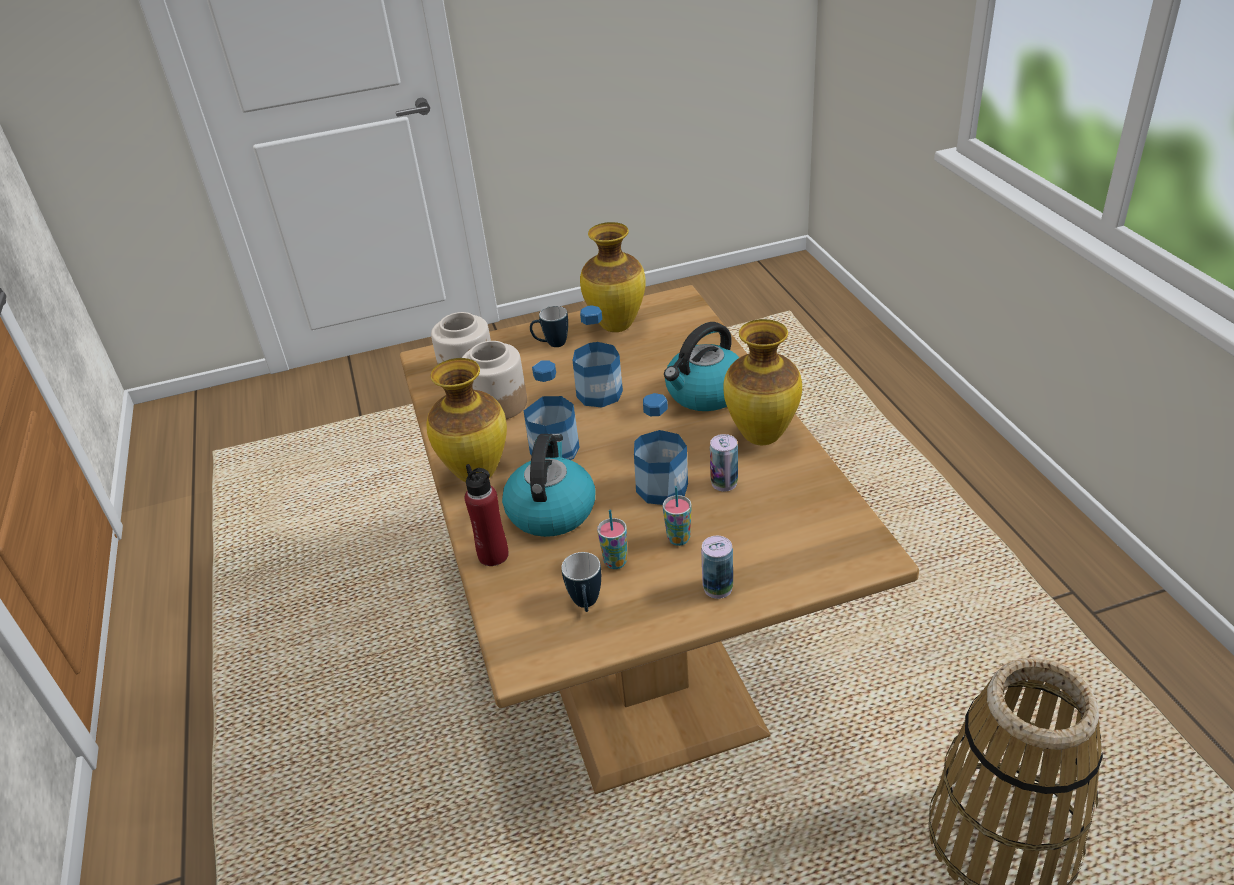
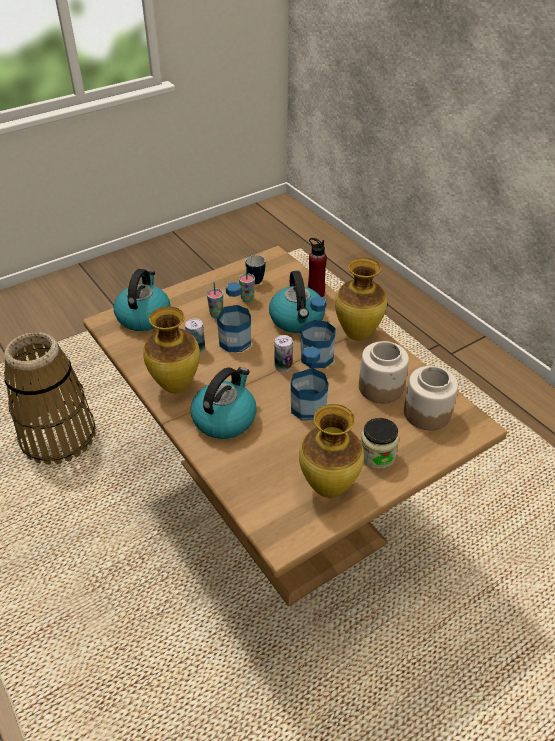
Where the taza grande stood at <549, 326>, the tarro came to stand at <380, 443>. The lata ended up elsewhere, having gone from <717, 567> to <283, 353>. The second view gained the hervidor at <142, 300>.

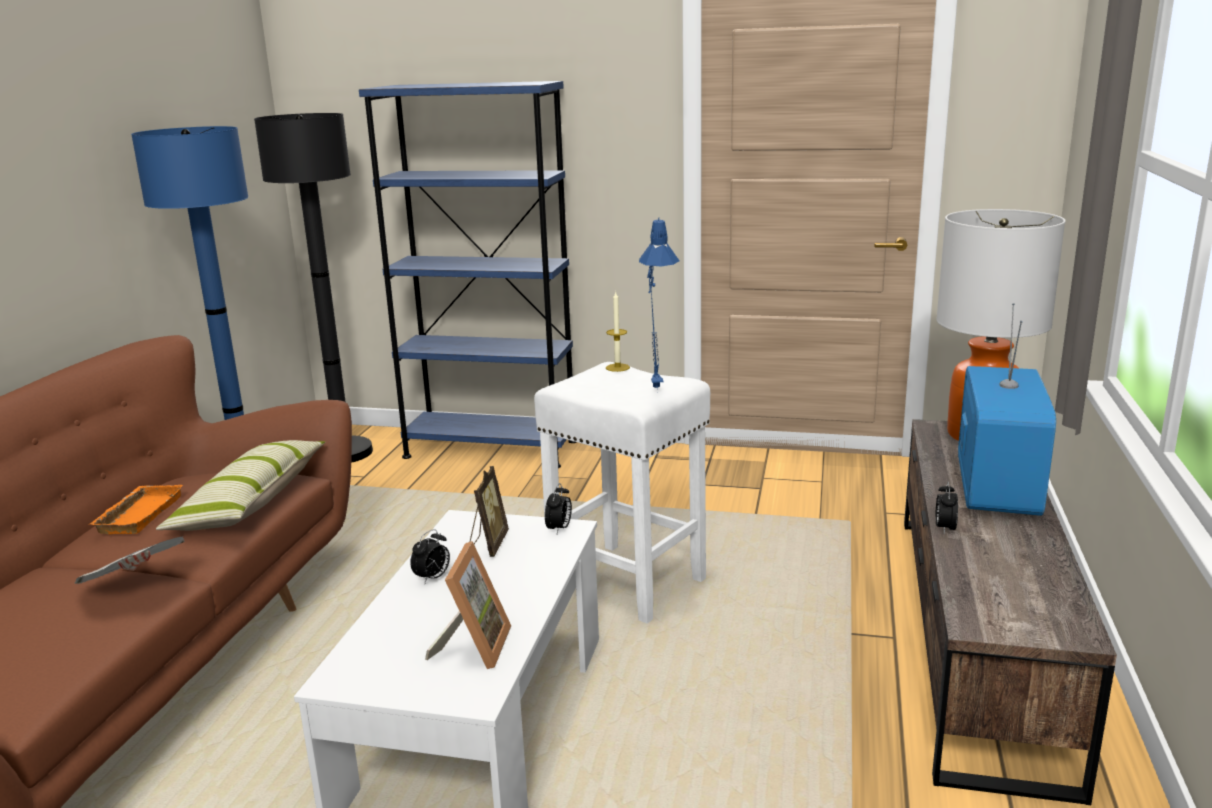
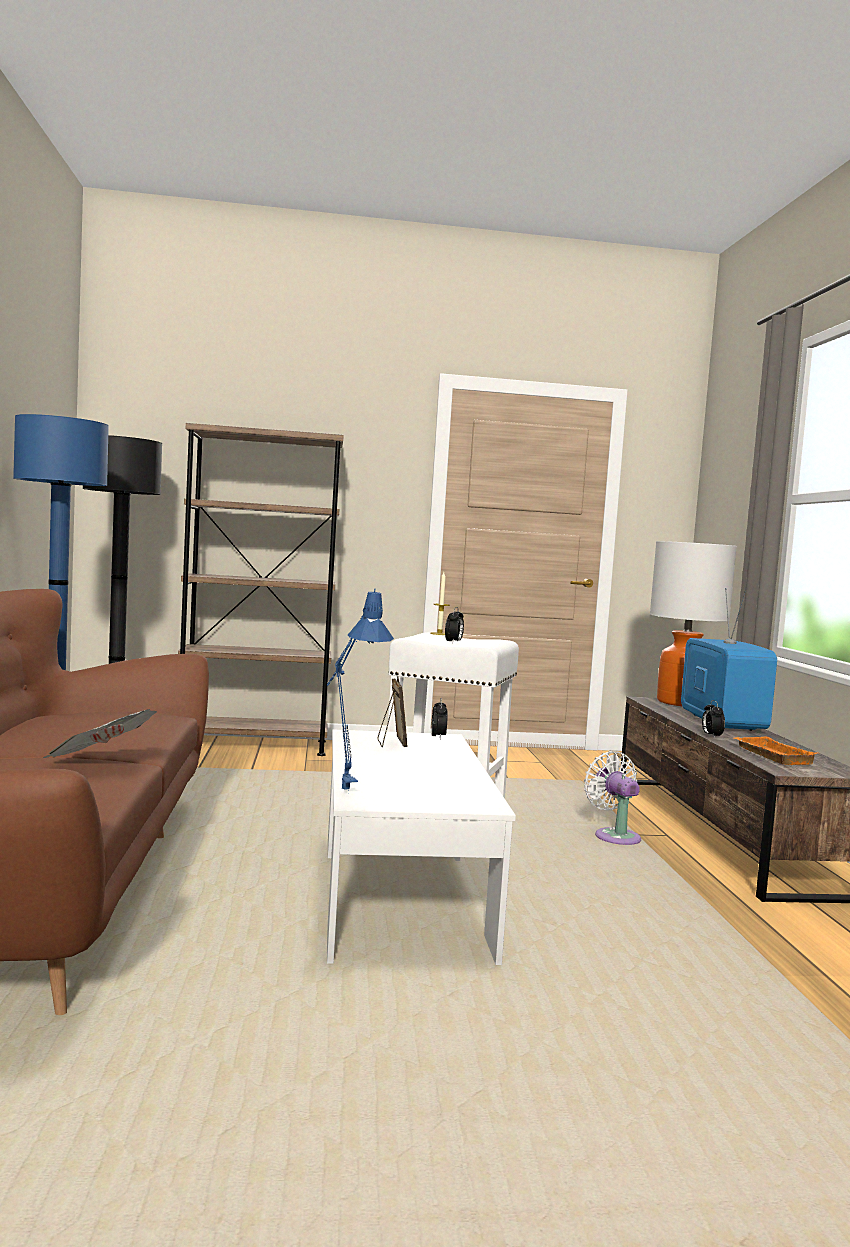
The bandeja (naranja) ended up elsewhere, having gone from <135, 509> to <775, 751>. The second view lost the cojín at <241, 485>. What was the estantería (azul) at <467, 274> turned into the estantería (marrón) at <261, 589>. The despertador ended up elsewhere, having gone from <430, 556> to <454, 625>. The second view lost the portarretratos at <468, 605>. The lámpara de mesa (azul) ended up elsewhere, having gone from <659, 302> to <360, 689>. The second view gained the ventilador (blanco) at <612, 798>.

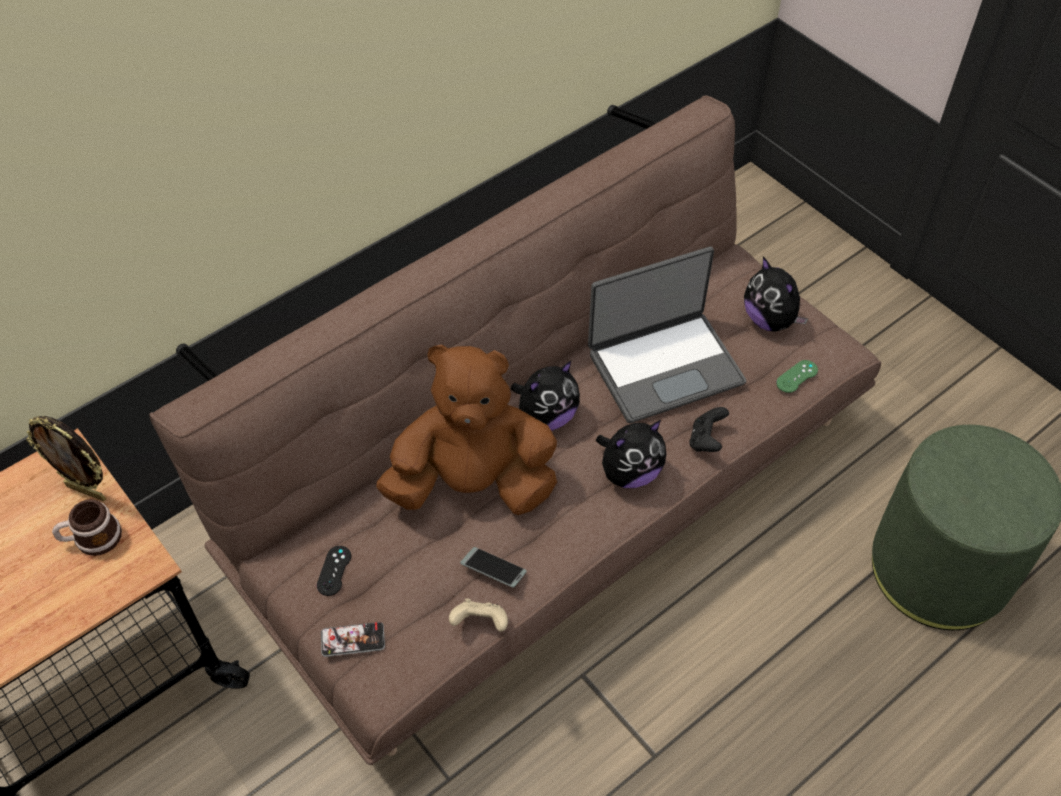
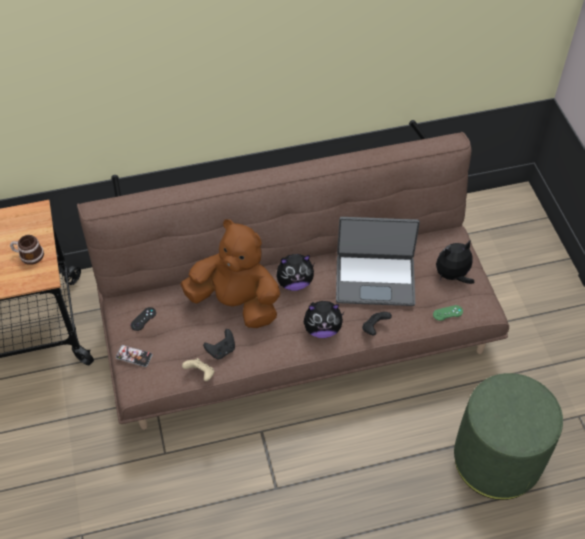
The second view lost the portarretratos at <66, 458>. Where the móvil stood at <493, 567>, the mando de consola (negro) came to stand at <219, 344>. The peluche at <776, 294> ended up facing another way, 75 degrees clockwise from before.

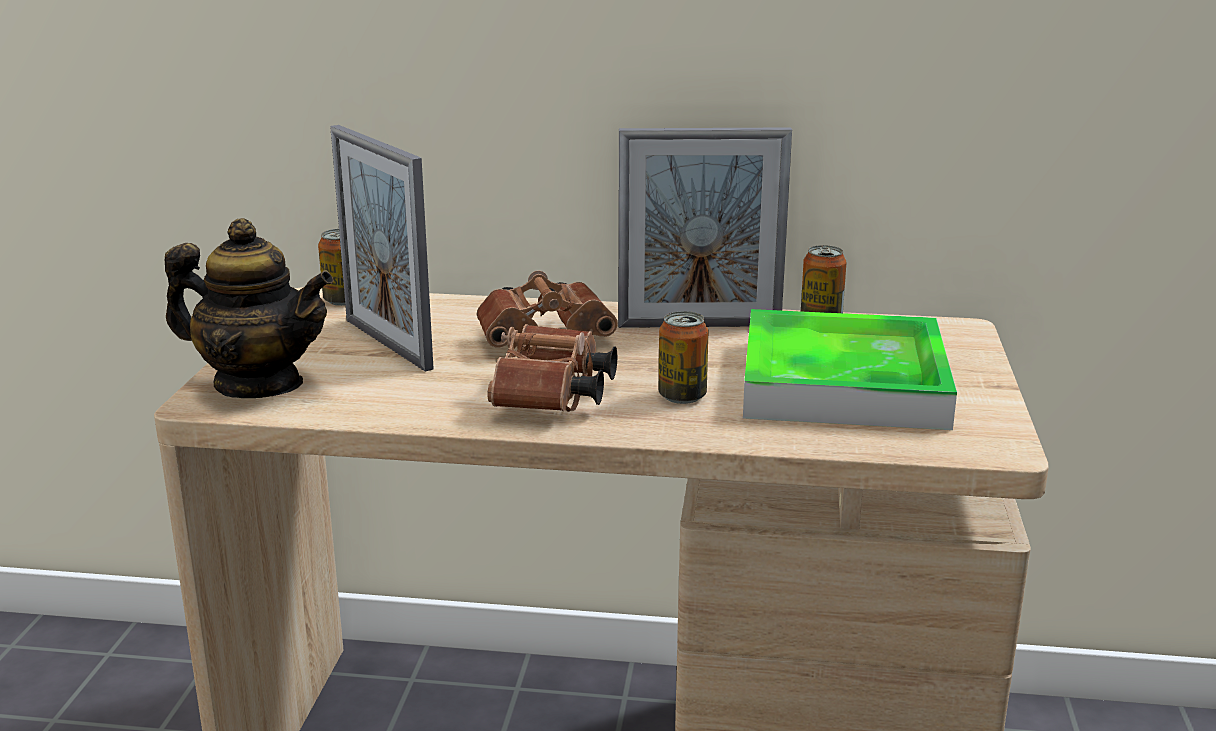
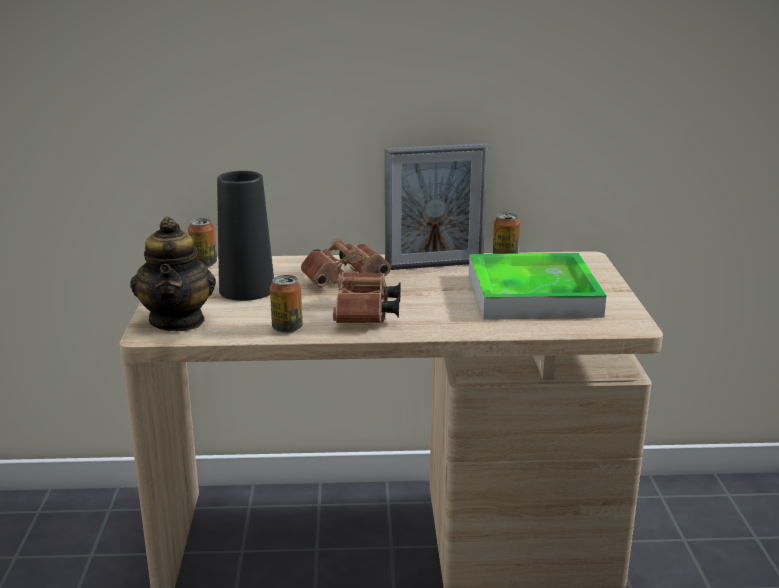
The tetera at <249, 308> ended up facing another way, 75 degrees clockwise from before. Where the portarretratos stood at <382, 248>, the florero (negro) came to stand at <245, 236>. The lata ended up elsewhere, having gone from <683, 357> to <286, 304>.

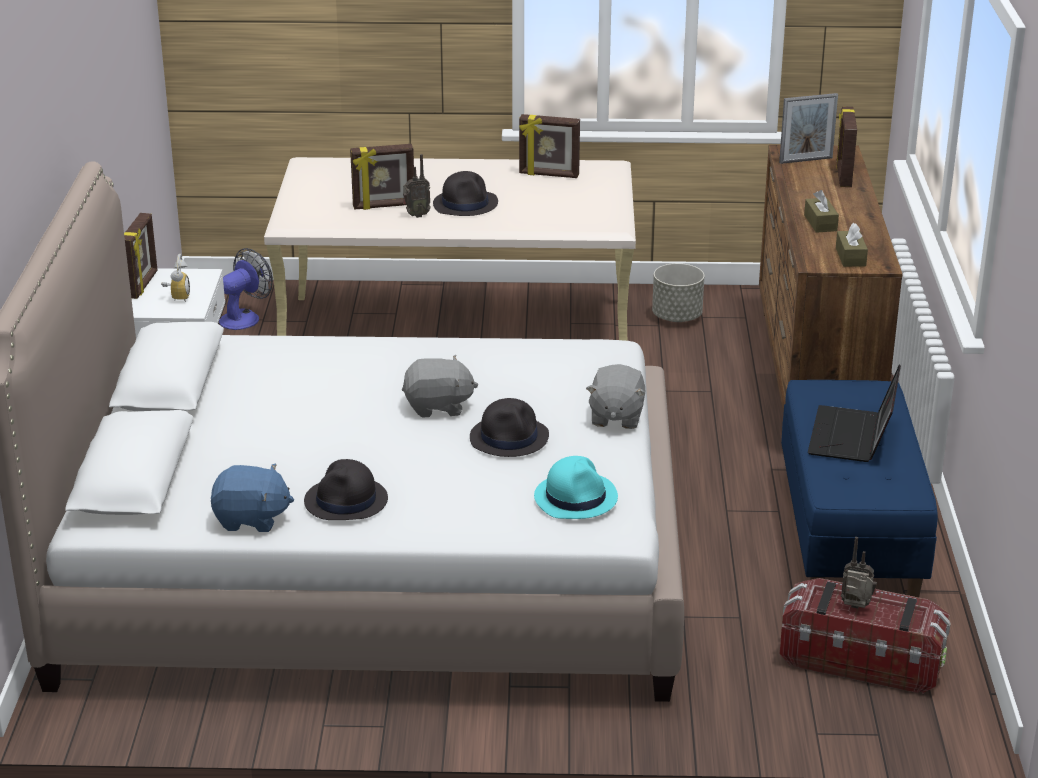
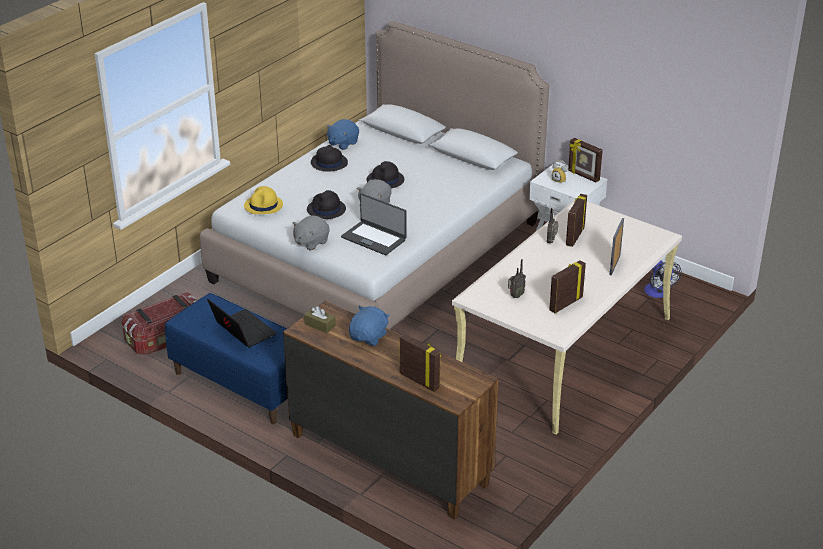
The sombrero (negro) ended up elsewhere, having gone from <465, 193> to <385, 174>. What was the sombrero (turquesa) at <576, 487> turned into the sombrero (amarillo) at <263, 200>. The peluche (gris) at <615, 396> ended up facing another way, 90 degrees counterclockwise from before. The second view lost the maceta (gris) at <678, 292>. The portarretratos ended up elsewhere, having gone from <808, 128> to <617, 247>. Where the caja de pañuelos (marrón) stood at <821, 211>, the peluche (azul) came to stand at <369, 326>. The radio ended up elsewhere, having gone from <859, 573> to <517, 278>. The second view gained the portátil at <374, 224>.

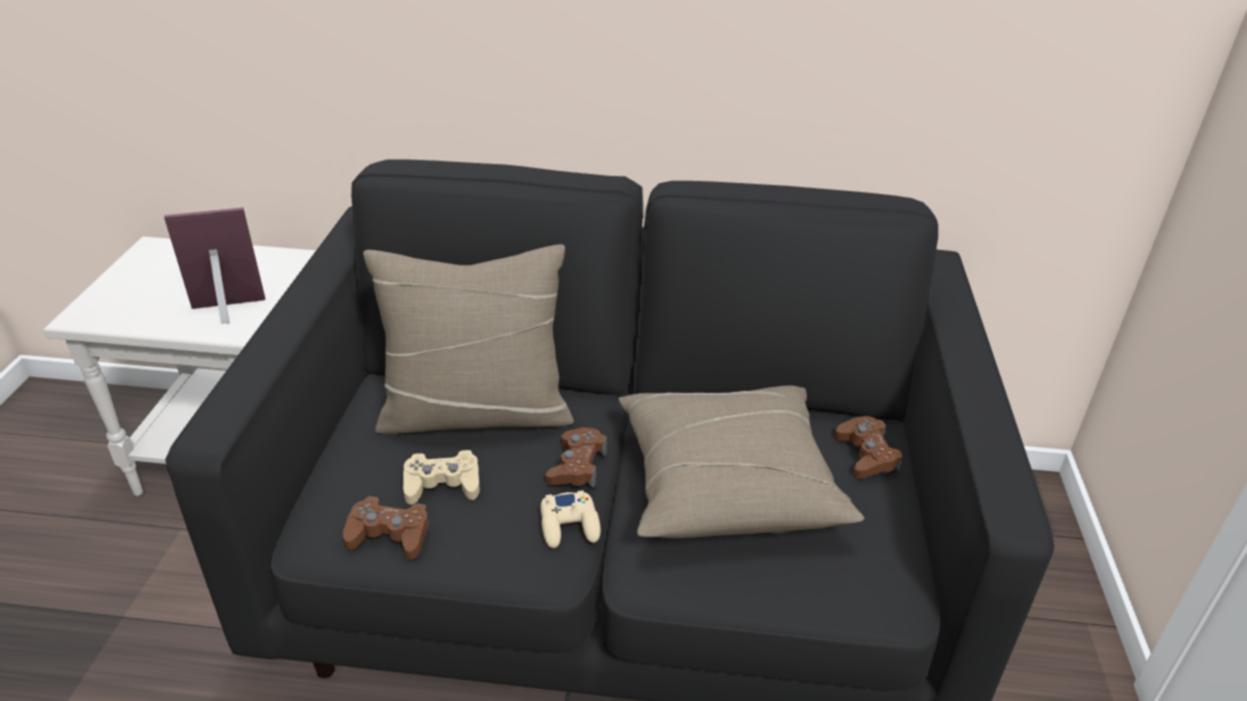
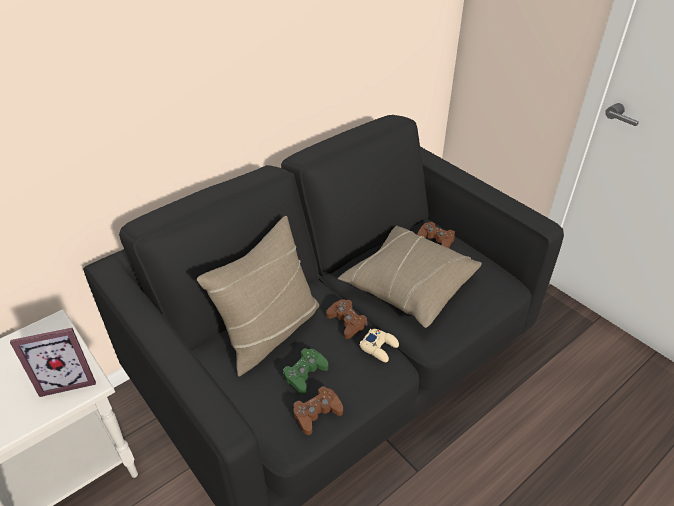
The portarretratos at <214, 266> ended up facing another way, 135 degrees counterclockwise from before. What was the mando de consola (beis) at <441, 477> turned into the mando de consola (verde) at <305, 371>.

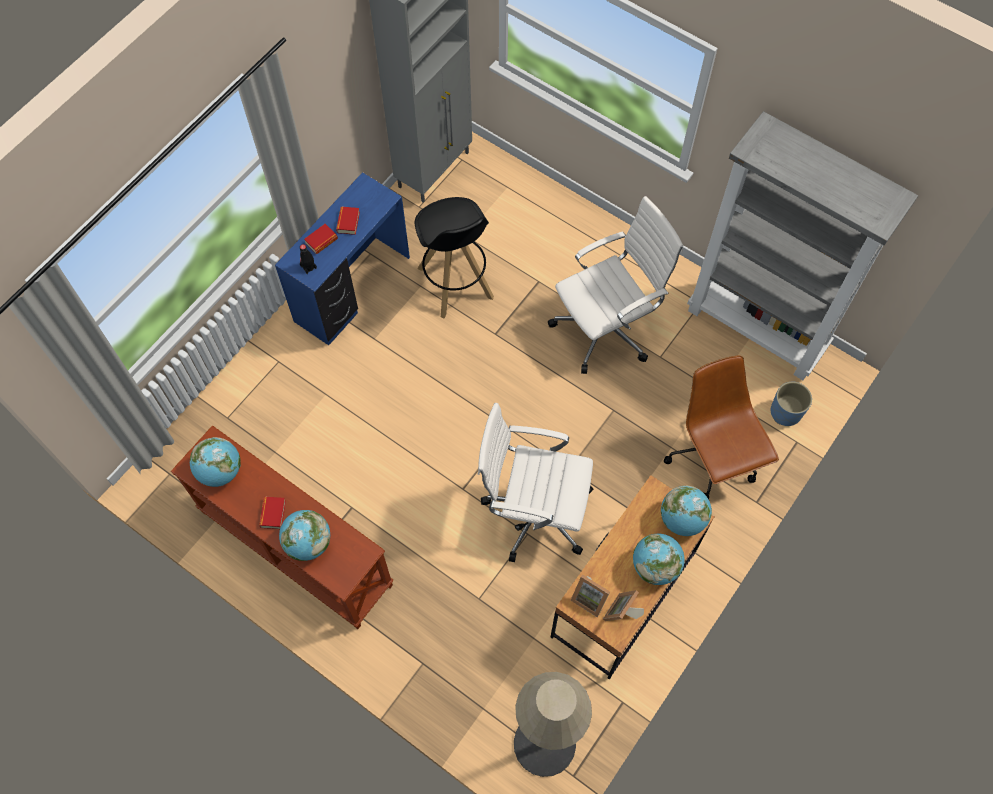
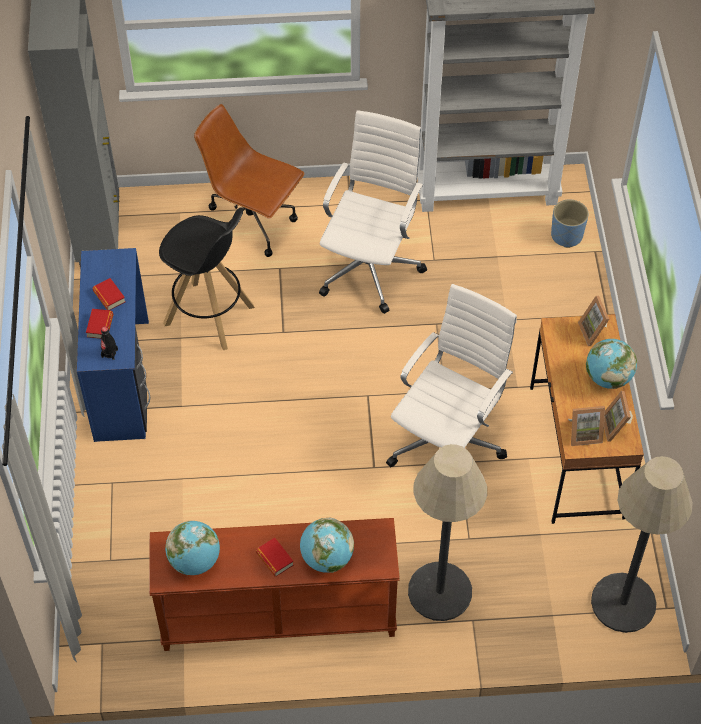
The silla de oficina (blanco) at <536, 482> ended up facing another way, 150 degrees clockwise from before. Where the globo terráqueo stood at <686, 511>, the portarretratos came to stand at <593, 321>. The silla de oficina (marrón) ended up elsewhere, having gone from <721, 427> to <249, 180>. The second view gained the lámpara de pie at <447, 532>.

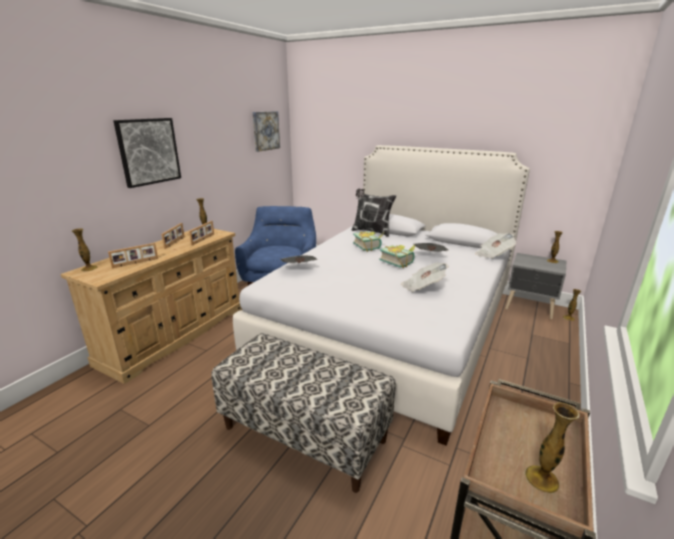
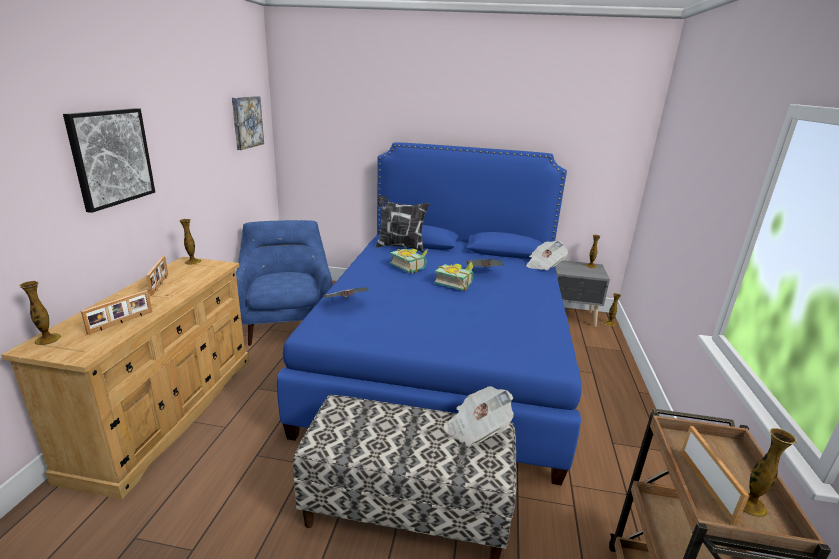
The portarretratos ended up elsewhere, having gone from <201, 233> to <715, 475>. What was the cama (blanco) at <381, 295> turned into the cama (azul) at <429, 313>. The periódico ended up elsewhere, having gone from <425, 277> to <479, 416>.

